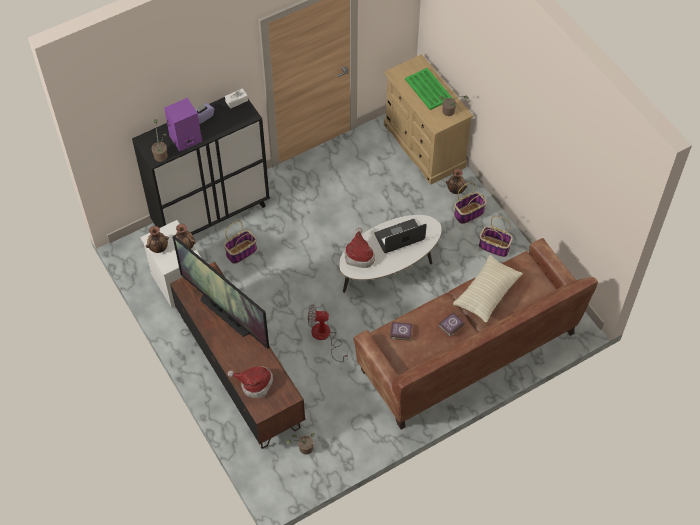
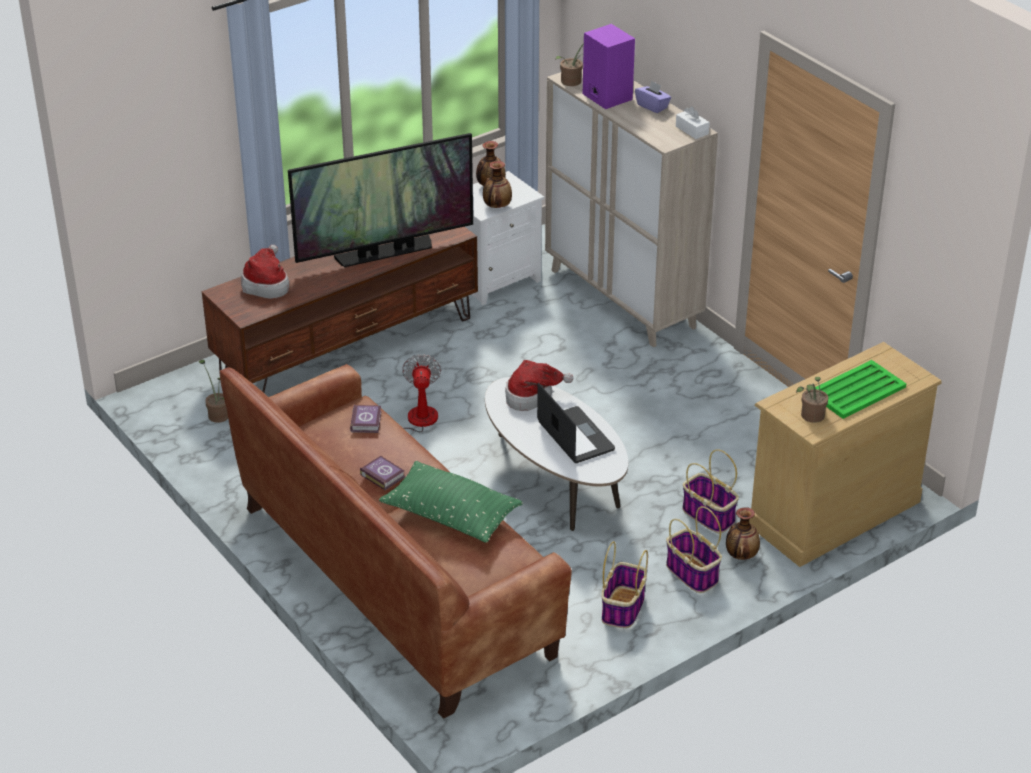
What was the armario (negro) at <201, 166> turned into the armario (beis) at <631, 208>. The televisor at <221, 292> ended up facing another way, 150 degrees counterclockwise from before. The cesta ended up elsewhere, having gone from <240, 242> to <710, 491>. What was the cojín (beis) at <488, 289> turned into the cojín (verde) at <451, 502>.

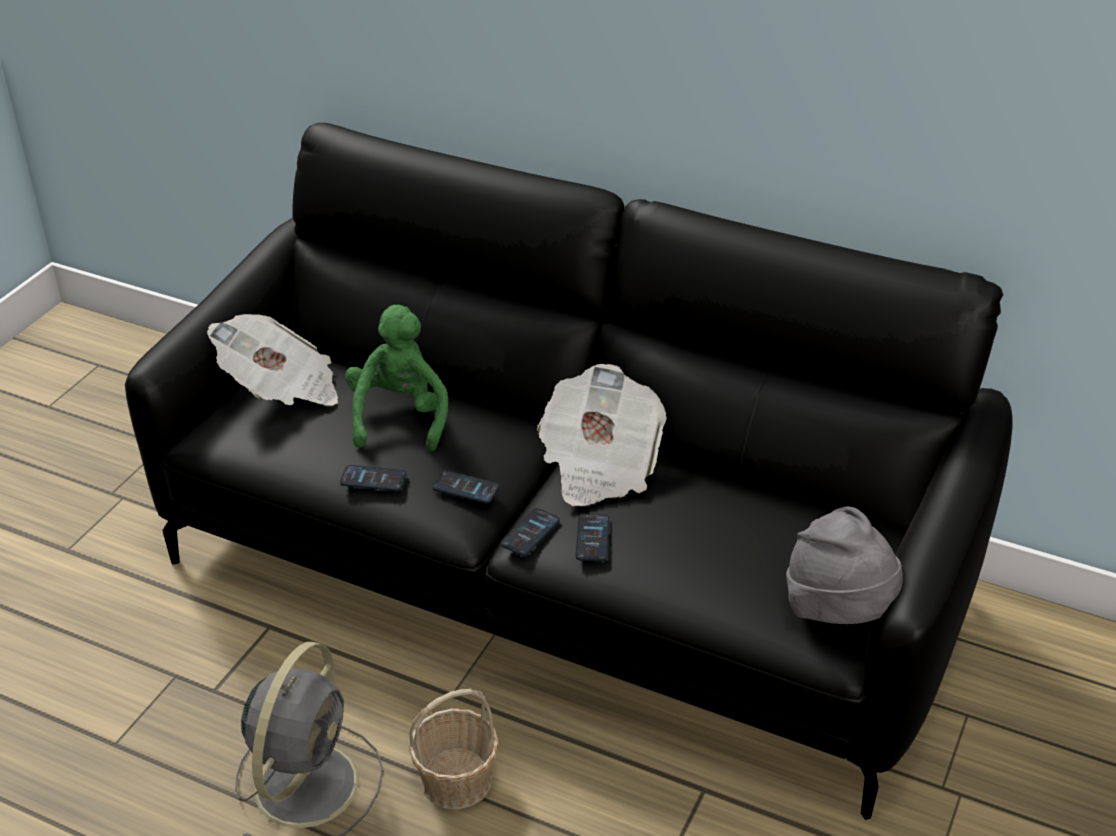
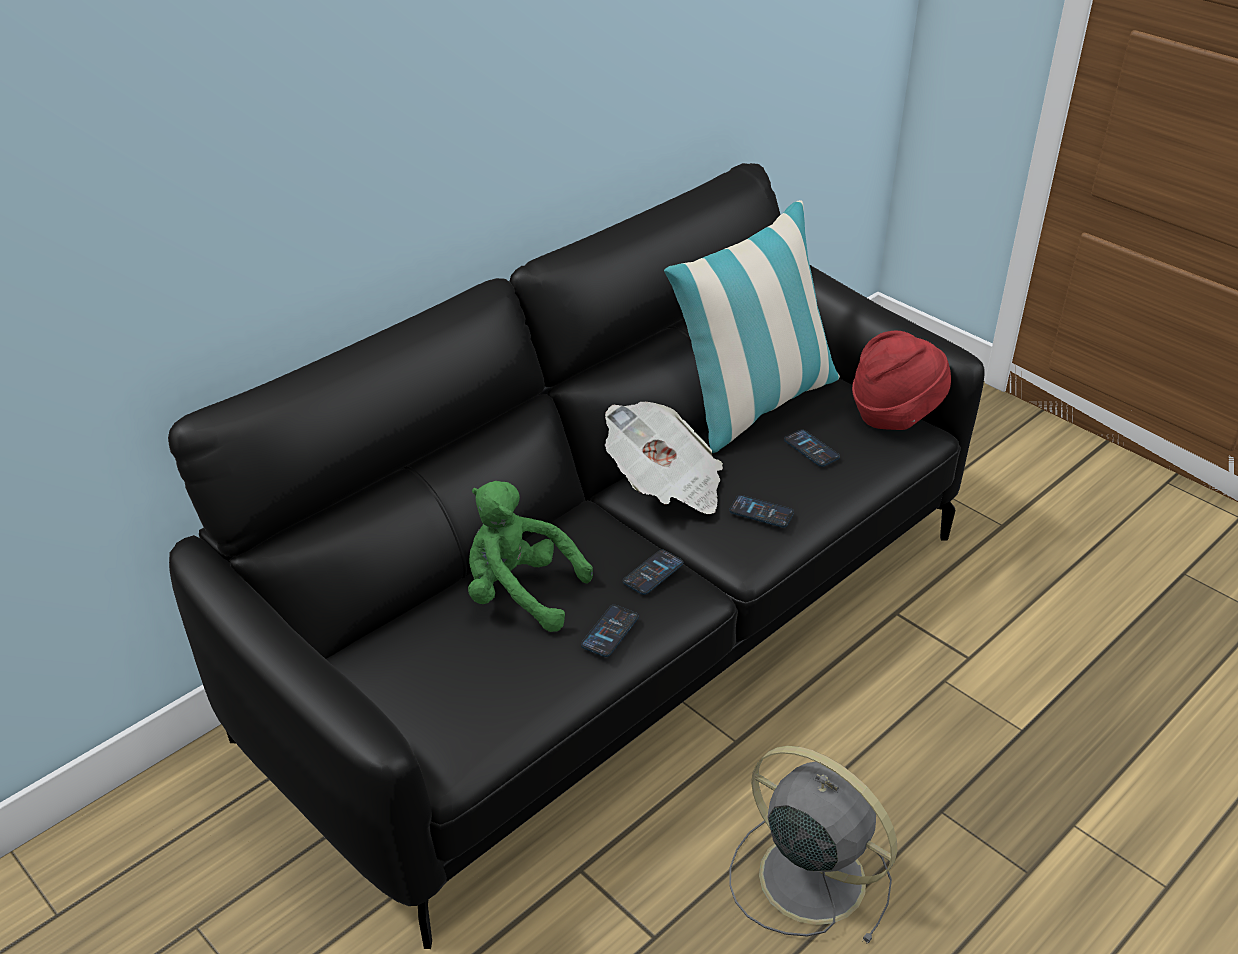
The second view lost the periódico at <272, 360>. The second view lost the cesta at <454, 749>. The móvil ended up elsewhere, having gone from <530, 532> to <812, 448>. What was the sombrero (gris) at <844, 565> turned into the sombrero (rojo) at <901, 380>. The second view gained the cojín at <752, 326>.

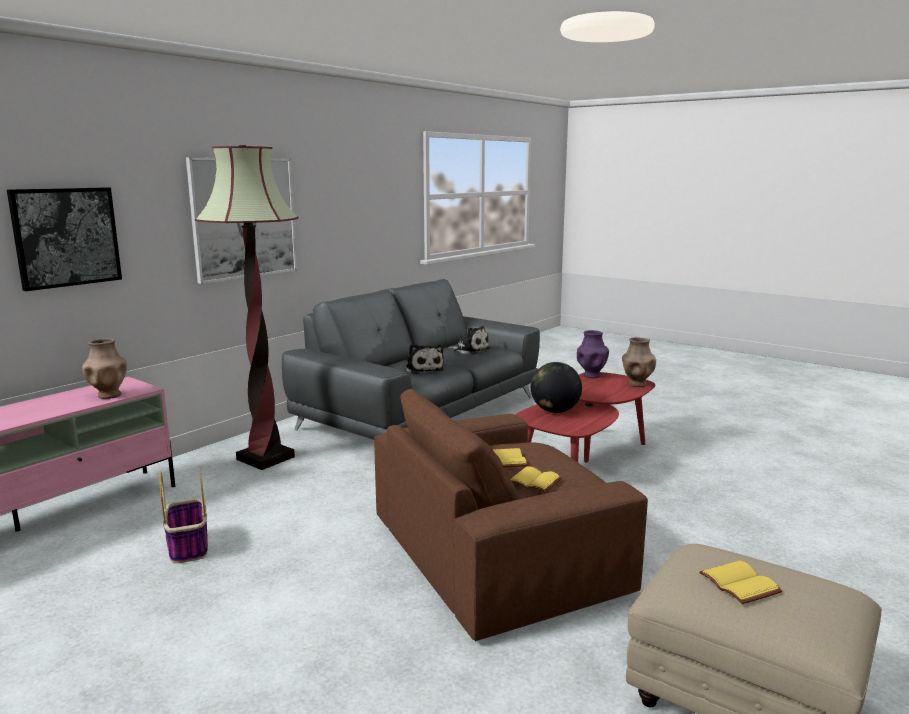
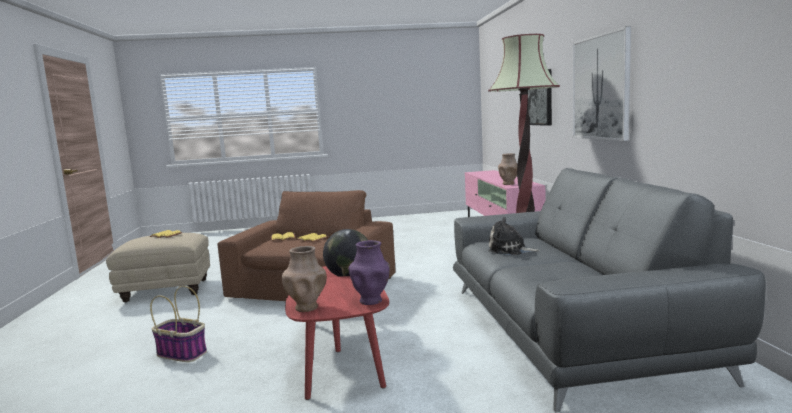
The cesta ended up elsewhere, having gone from <183, 515> to <178, 324>. The second view lost the peluche at <469, 340>.

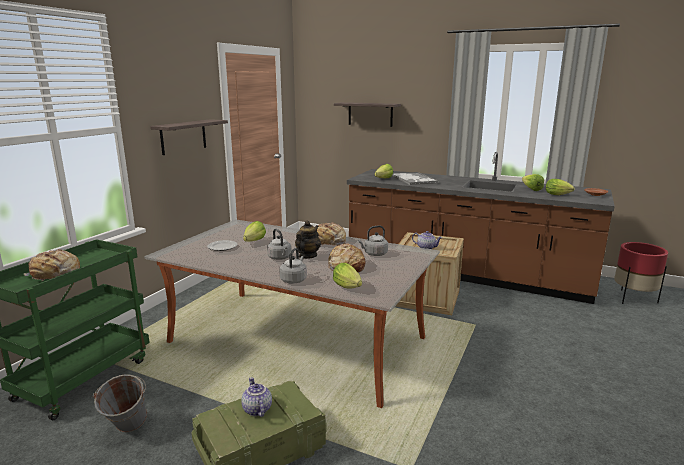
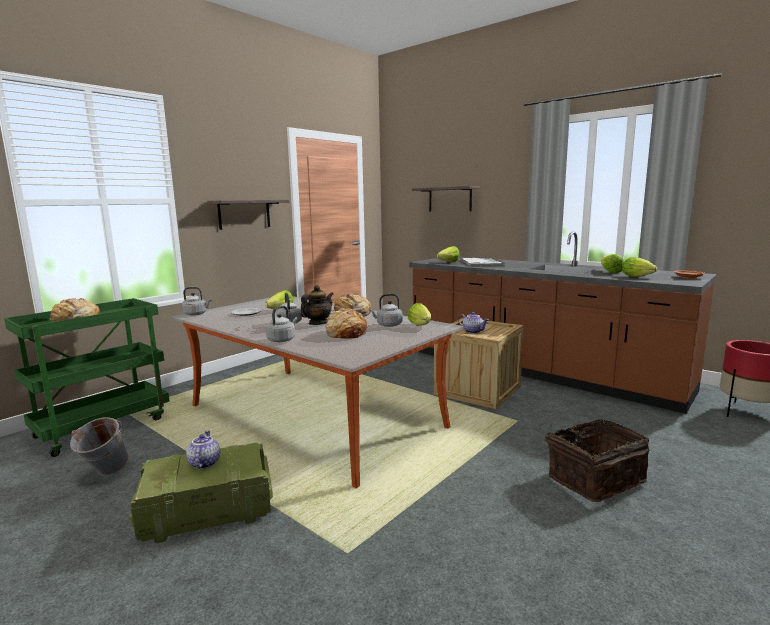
The lechuga ended up elsewhere, having gone from <347, 276> to <419, 314>. The second view gained the hervidor (gris) at <197, 301>. The second view gained the cesta at <594, 460>.

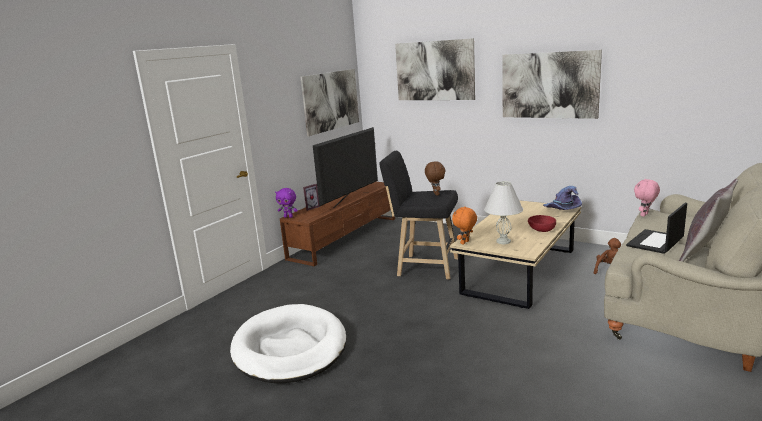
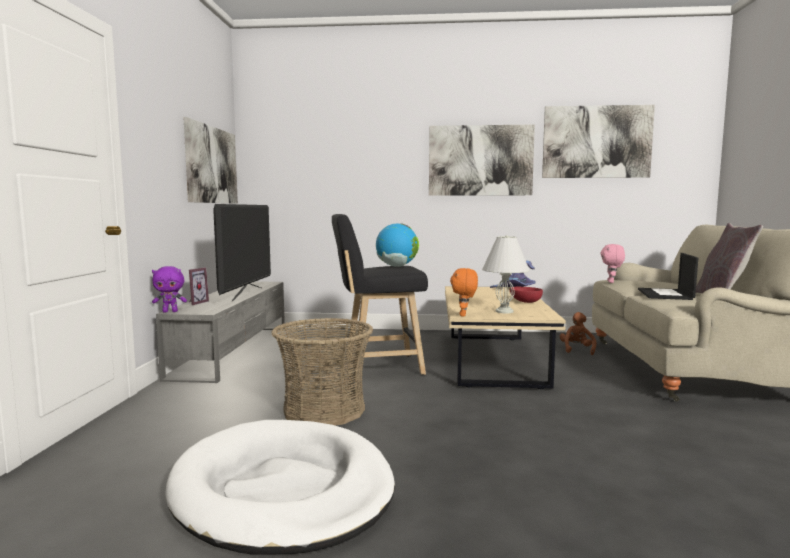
What was the mueble de televisión (marrón) at <337, 224> turned into the mueble de televisión (gris) at <220, 332>. The cuadro ended up elsewhere, having gone from <435, 69> to <598, 141>. Where the peluche (marrón) stood at <435, 178>, the globo terráqueo came to stand at <397, 245>. The second view gained the cesta at <322, 371>.

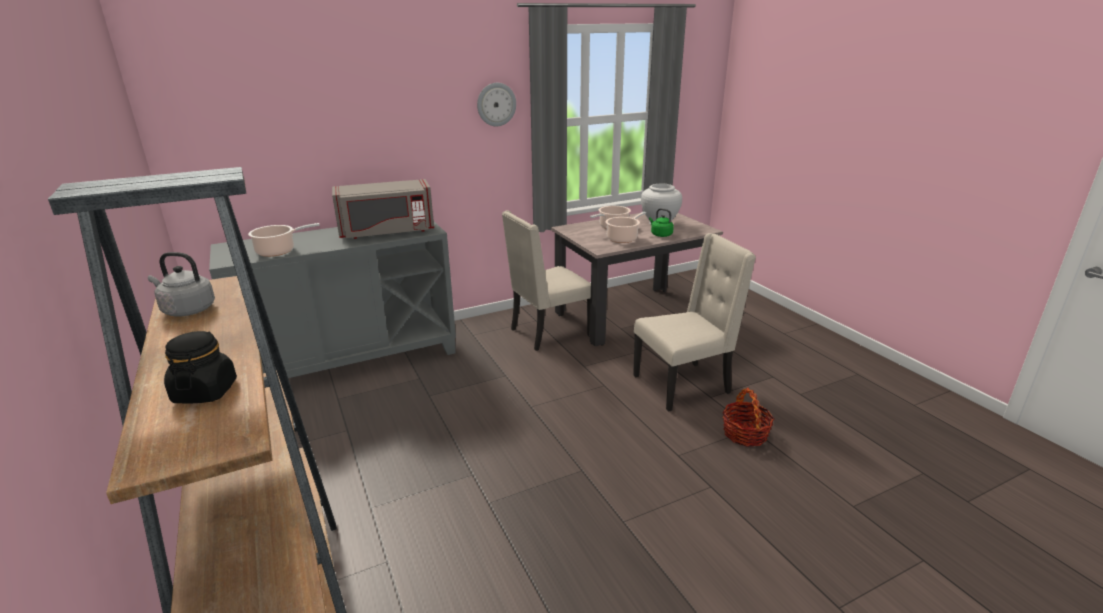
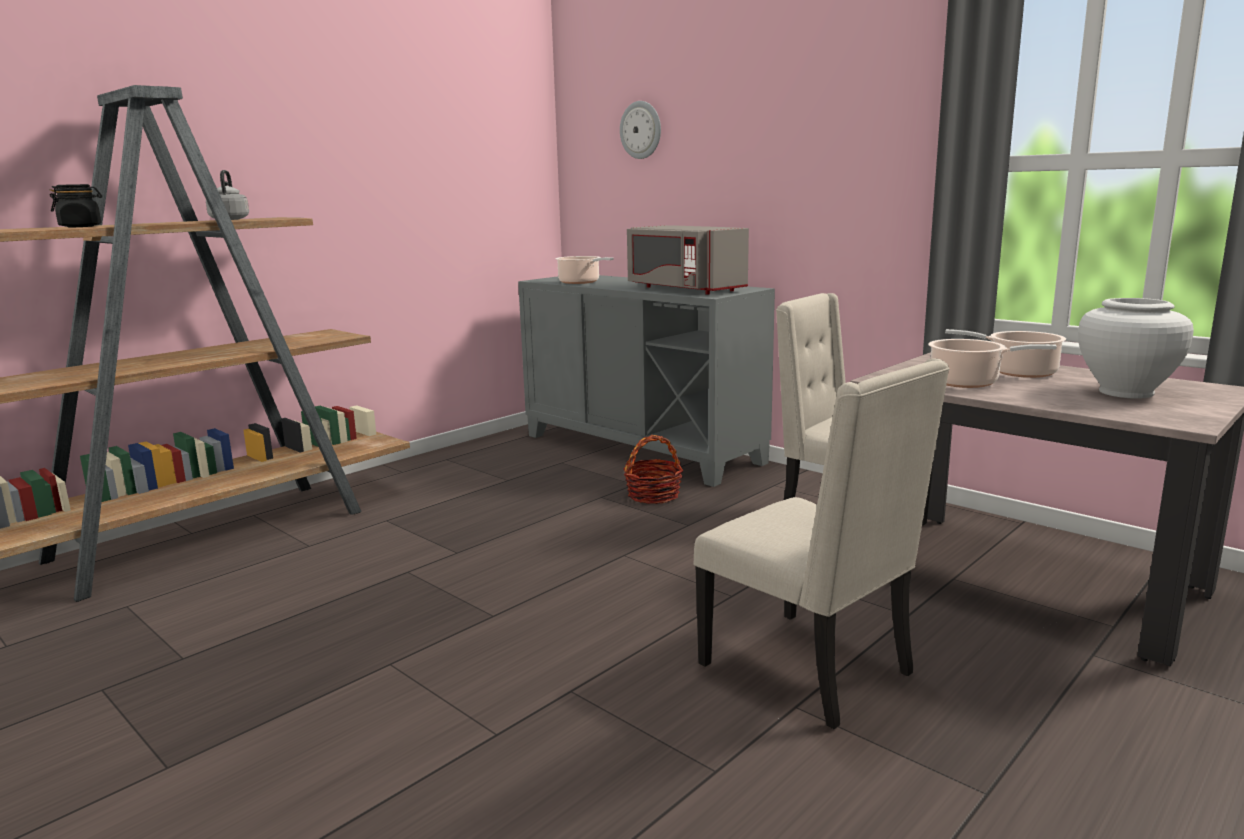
The reloj de pared ended up elsewhere, having gone from <496, 104> to <640, 130>. The second view lost the hervidor (verde) at <661, 222>. The cesta ended up elsewhere, having gone from <748, 417> to <653, 469>.

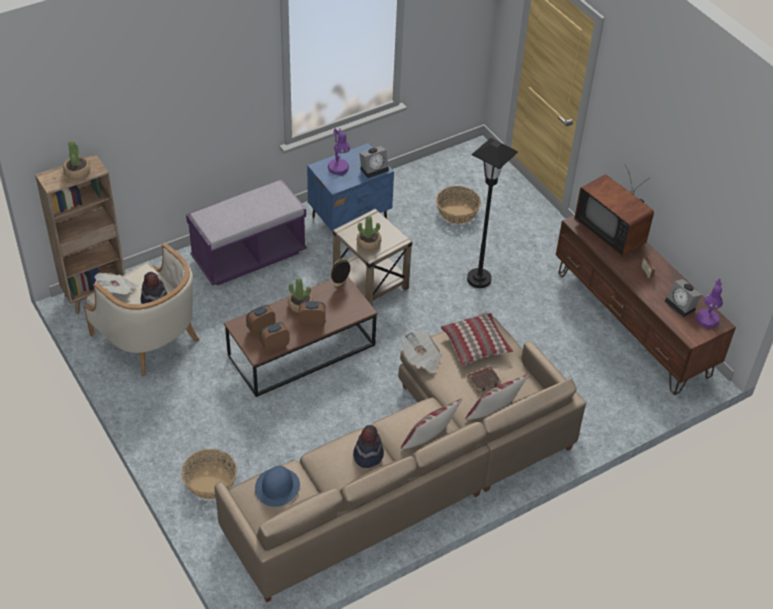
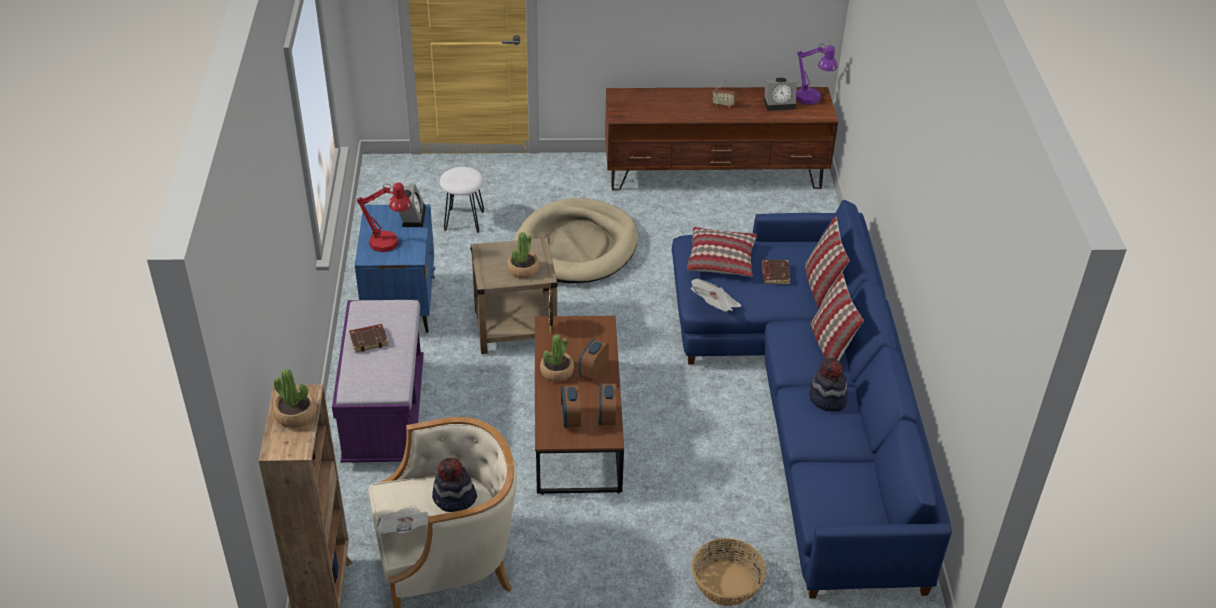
What was the sofá (beis) at <400, 458> turned into the sofá (azul) at <812, 399>. The second view lost the sombrero (azul) at <277, 486>. What was the lámpara de mesa (morado) at <339, 151> turned into the lámpara de mesa (rojo) at <384, 217>. Where the cesta stood at <458, 205>, the taburete (blanco) came to stand at <462, 200>. Where the lámpara de pie (negro) stood at <492, 213>, the cama para perro (beis) came to stand at <576, 240>. The second view lost the televisor at <614, 211>. The second view gained the libro (marrón) at <369, 338>.

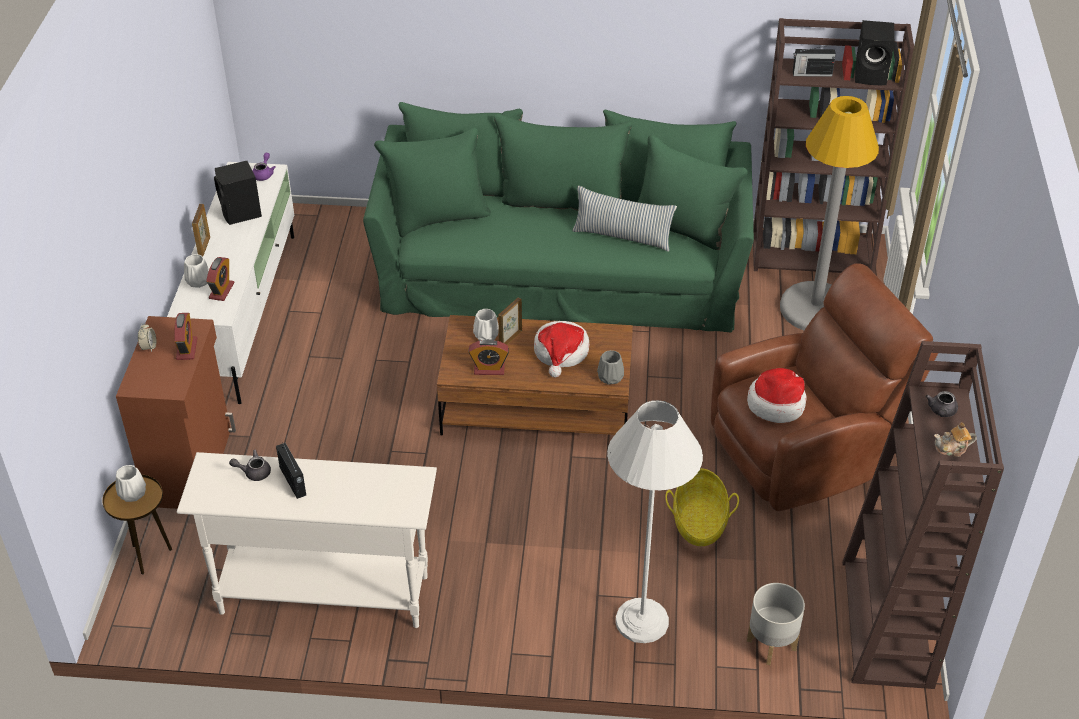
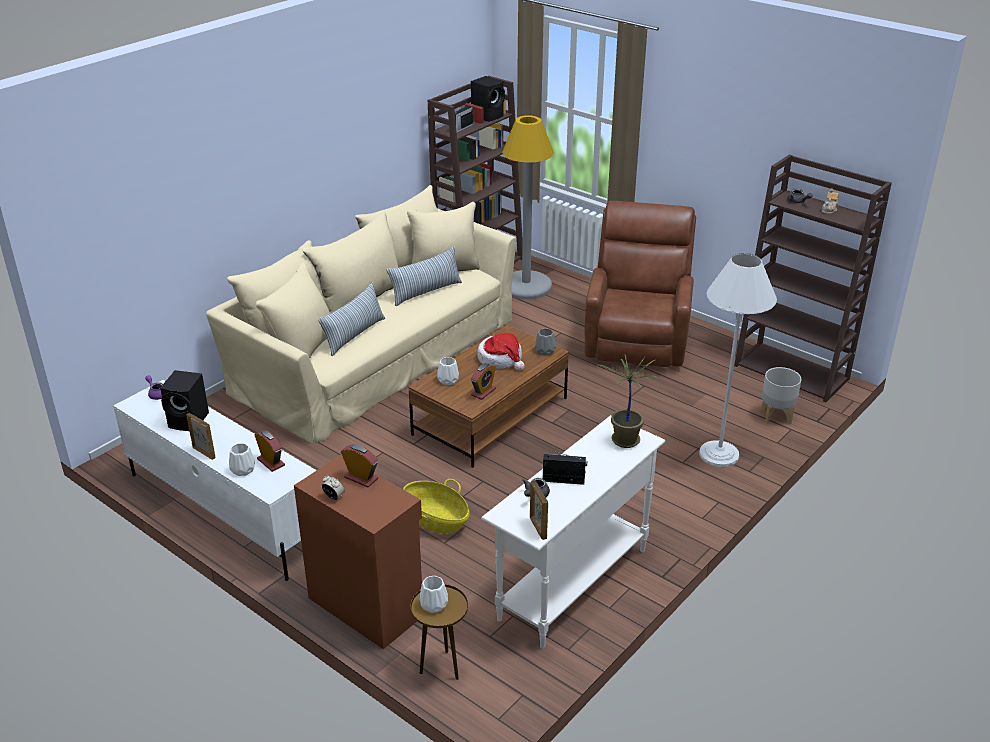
What was the sofá (verde) at <558, 217> turned into the sofá (beis) at <361, 314>. The portarretratos ended up elsewhere, having gone from <510, 321> to <539, 510>. The cesta ended up elsewhere, having gone from <702, 507> to <436, 506>. The second view lost the sombrero at <776, 395>. The second view gained the cojín at <351, 319>. The second view gained the planta en maceta at <627, 401>.

